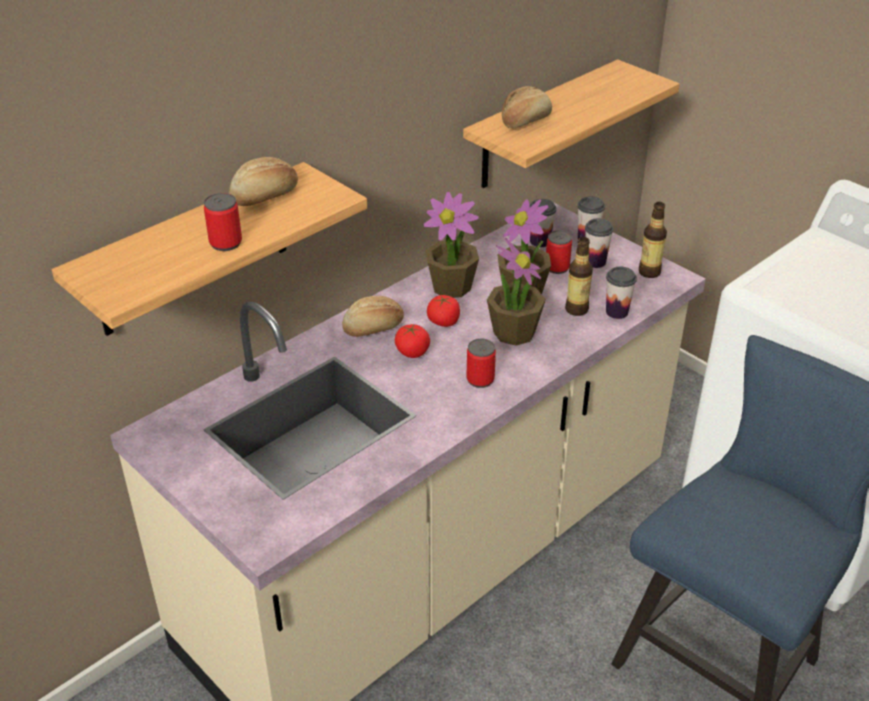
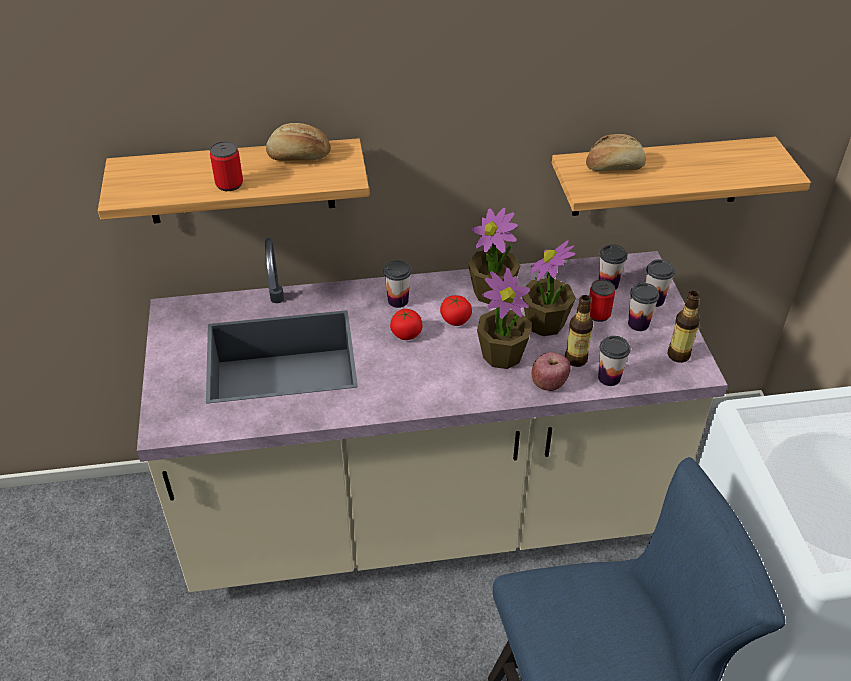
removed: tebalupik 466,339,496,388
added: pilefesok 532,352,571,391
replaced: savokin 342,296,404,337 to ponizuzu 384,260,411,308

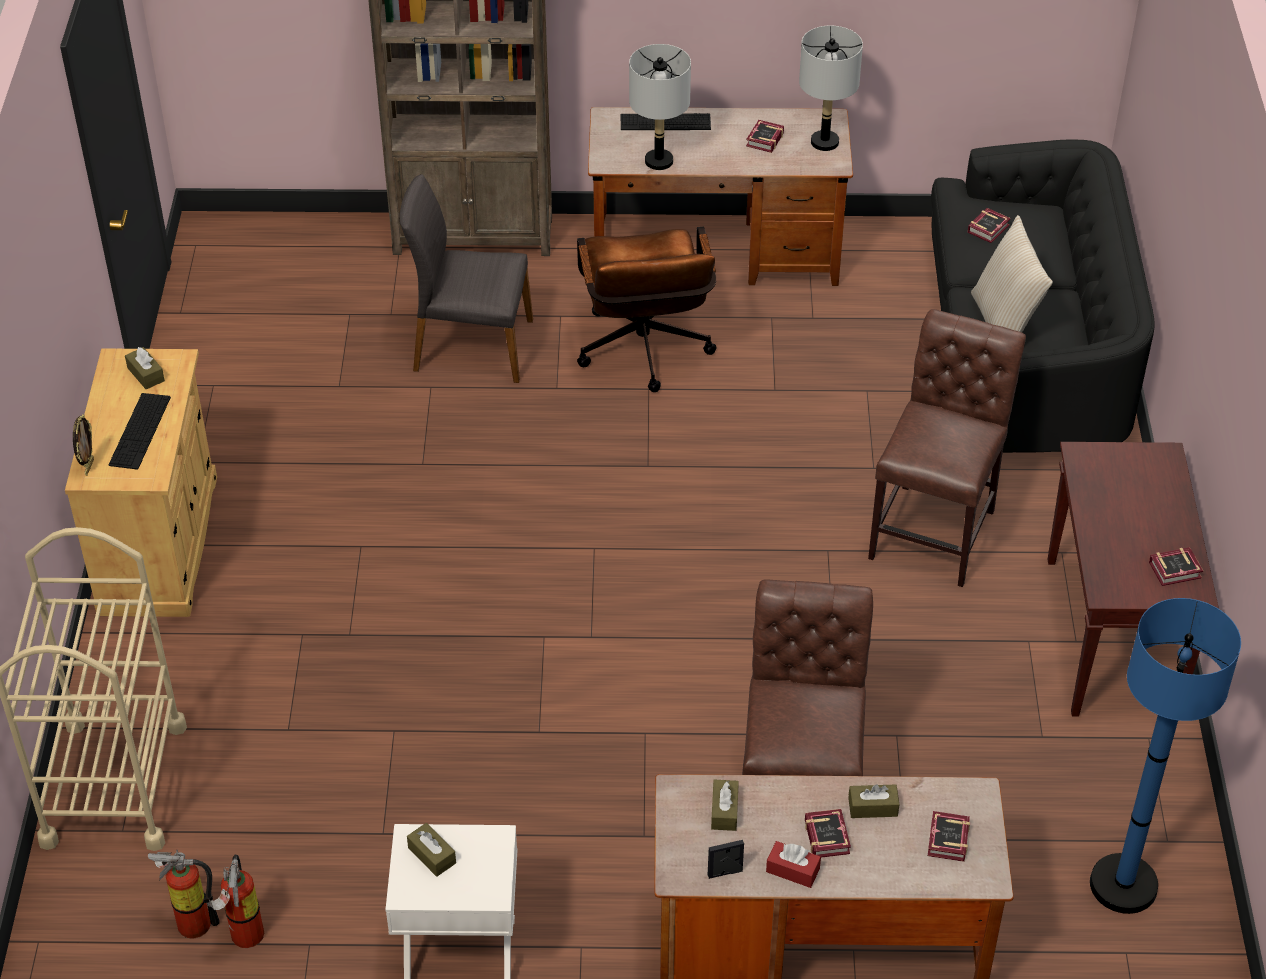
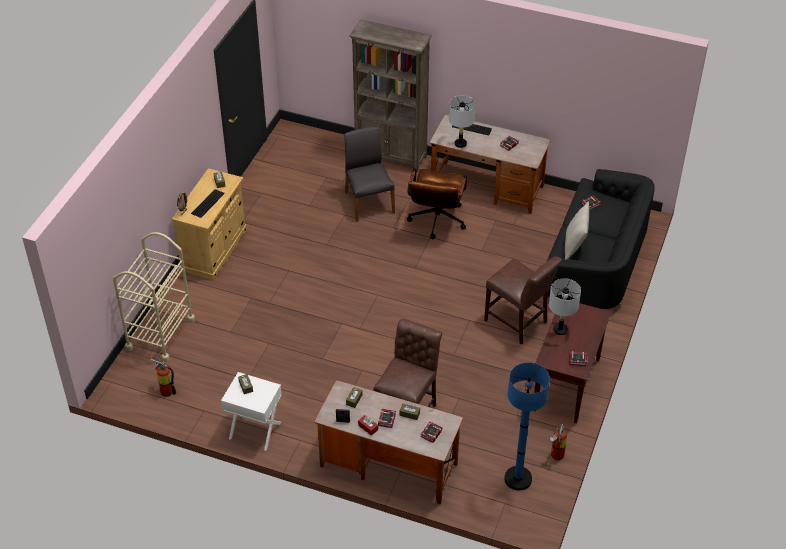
moved: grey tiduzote 799,26,863,151 to 549,278,581,335; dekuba 208,855,264,948 to 549,422,567,460
turned: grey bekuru 400,174,533,383 = 344,127,395,222 45 degrees clockwise; brown bekuru 868,309,1026,587 = 484,256,562,345 90 degrees clockwise

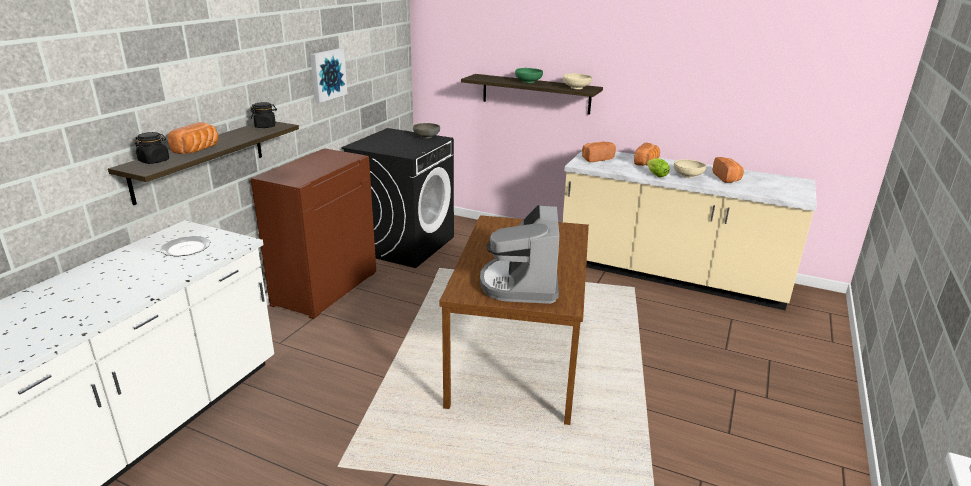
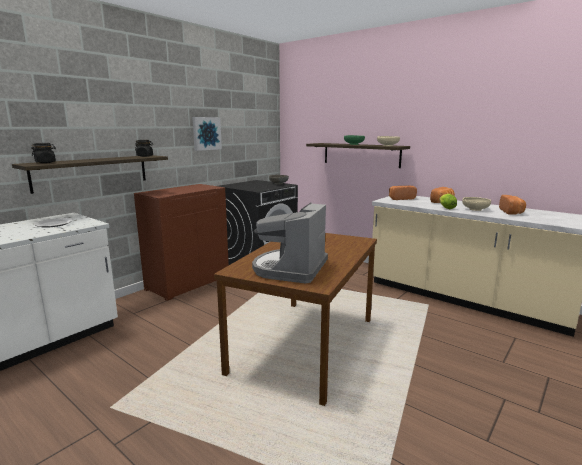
removed: savokin 167,122,218,154

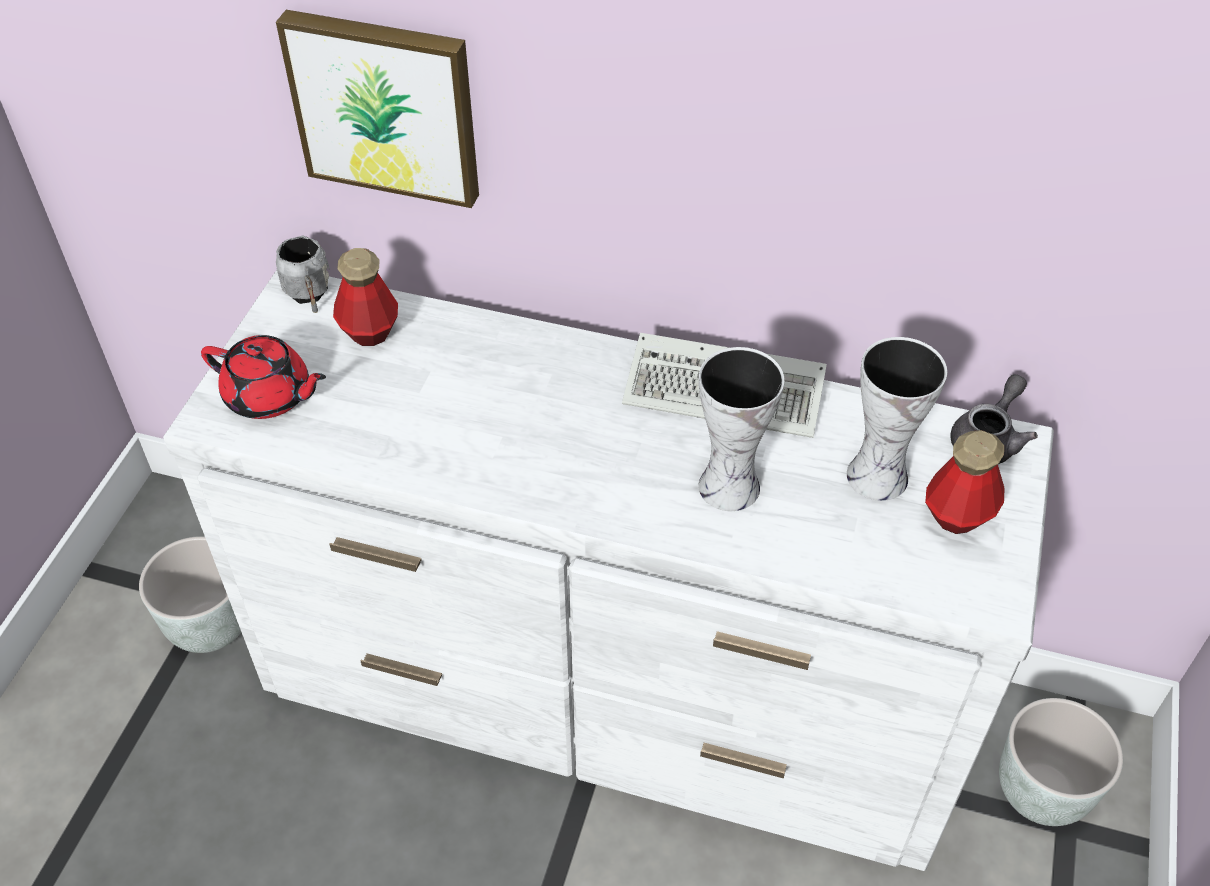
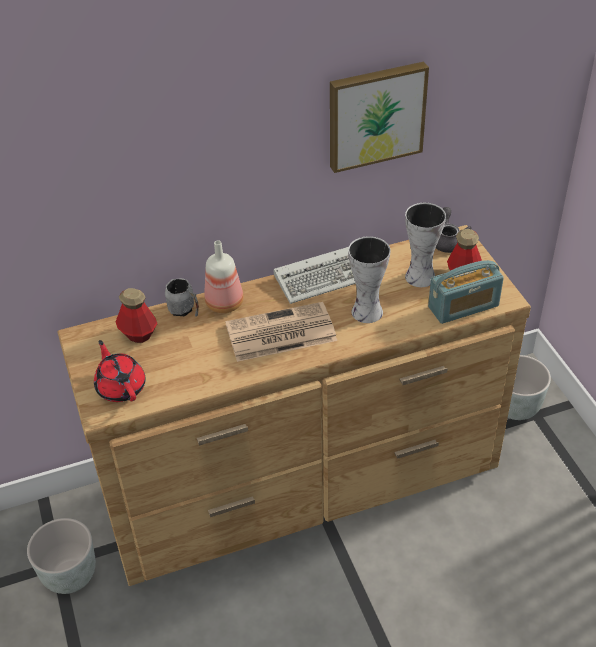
added: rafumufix 204,240,243,313; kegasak 428,260,504,324; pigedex 225,302,337,362
moved: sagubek 276,10,479,208 to 330,62,429,173; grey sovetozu 276,235,329,313 to 165,278,199,316
recoloured: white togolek 163,270,1054,871 to brown togolek 57,225,531,586
turned: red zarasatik 201,335,326,419 = 94,340,146,402 105 degrees counterclockwise

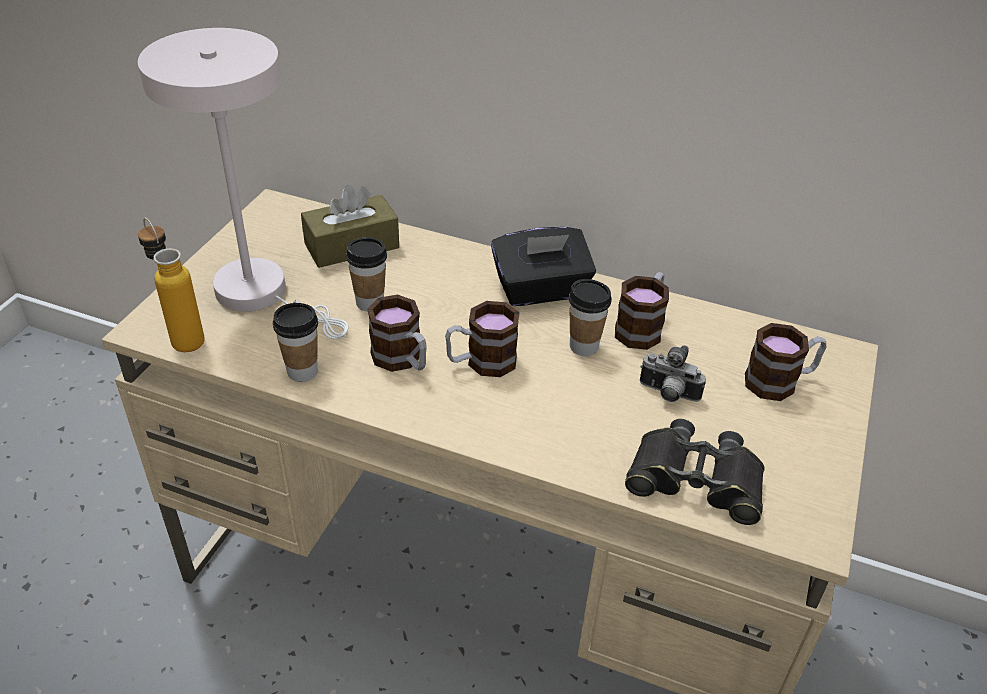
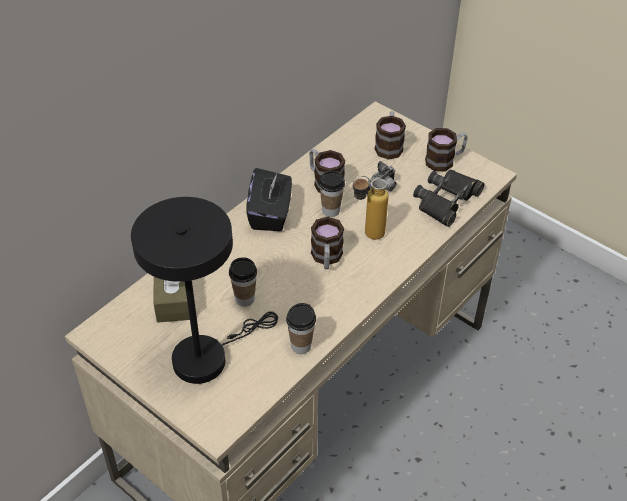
moved: rafumufix 138,218,205,352 to 352,176,388,240; sovetozu 367,294,427,372 to 425,128,468,171
recoloured: white tiduzote 138,28,348,339 to black tiduzote 131,197,278,384

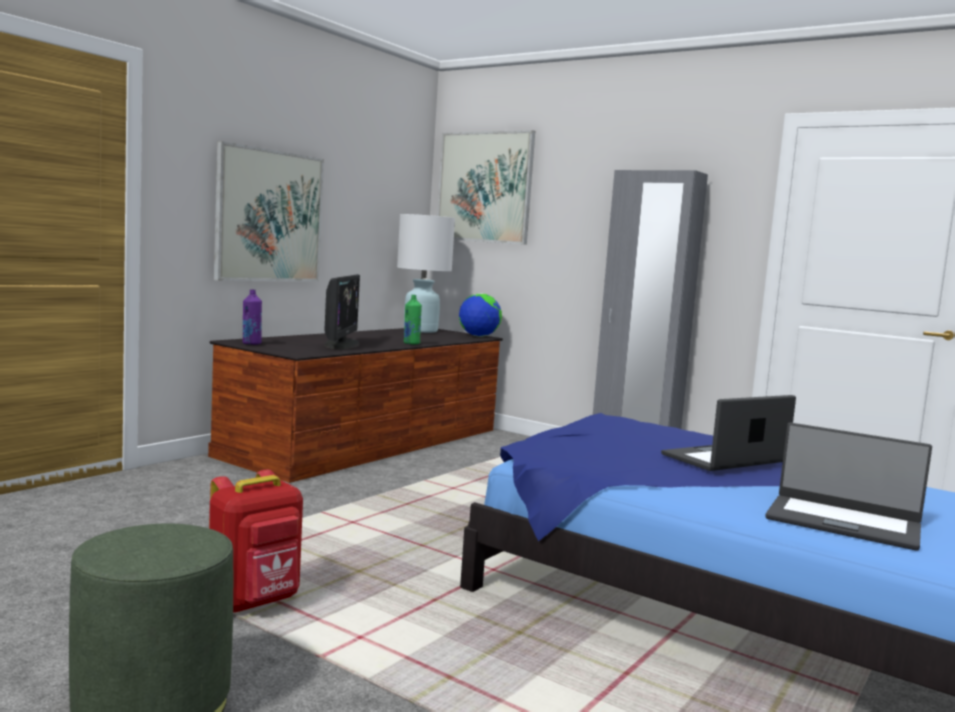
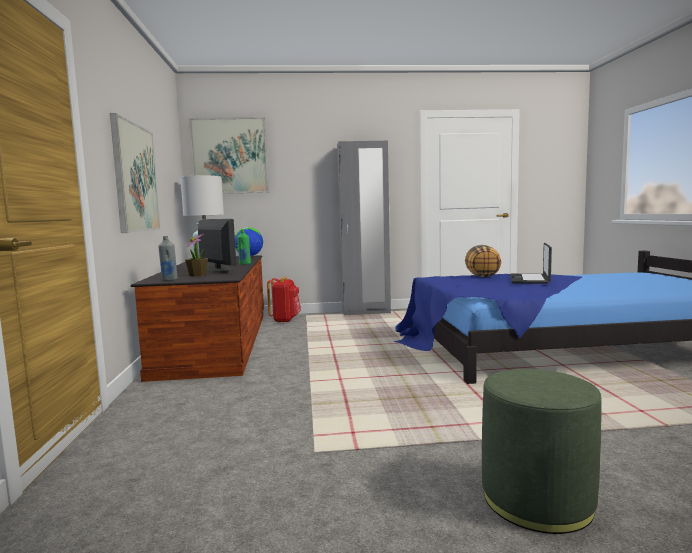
removed: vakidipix 765,422,932,551
added: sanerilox 185,234,208,277; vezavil 465,245,501,277
moved: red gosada 209,470,303,613 to 267,277,301,323
recoloured: purple rafumufix 243,289,262,345 to grey rafumufix 158,236,177,281

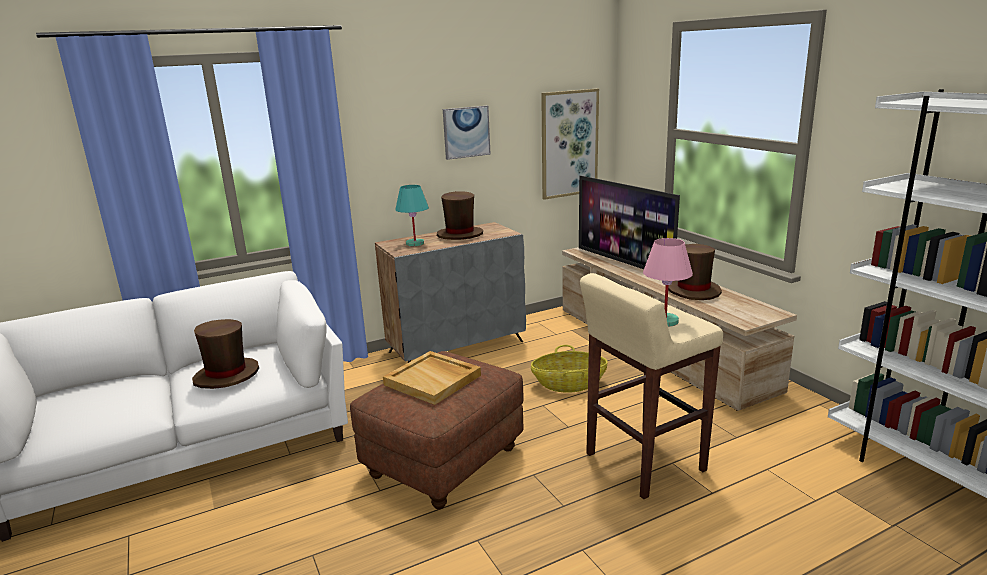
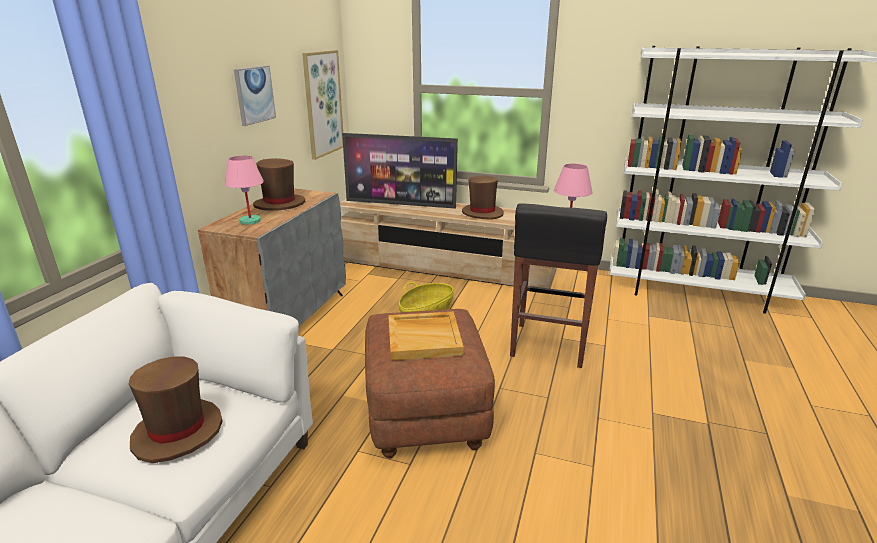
recoloured: turquoise tiduzote 395,185,429,246 to pink tiduzote 224,155,264,225; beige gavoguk 580,273,723,499 to black gavoguk 510,203,607,368

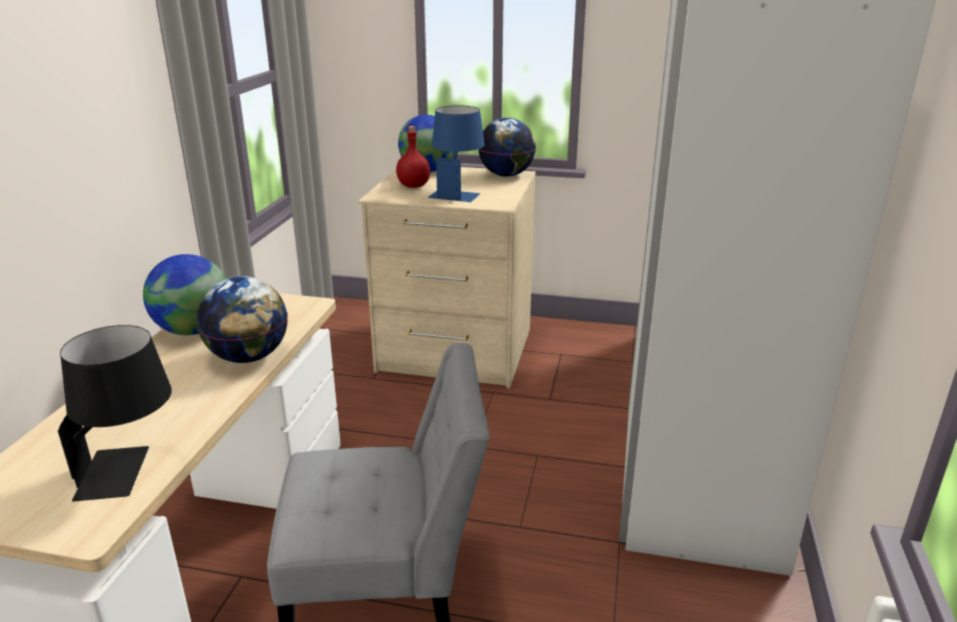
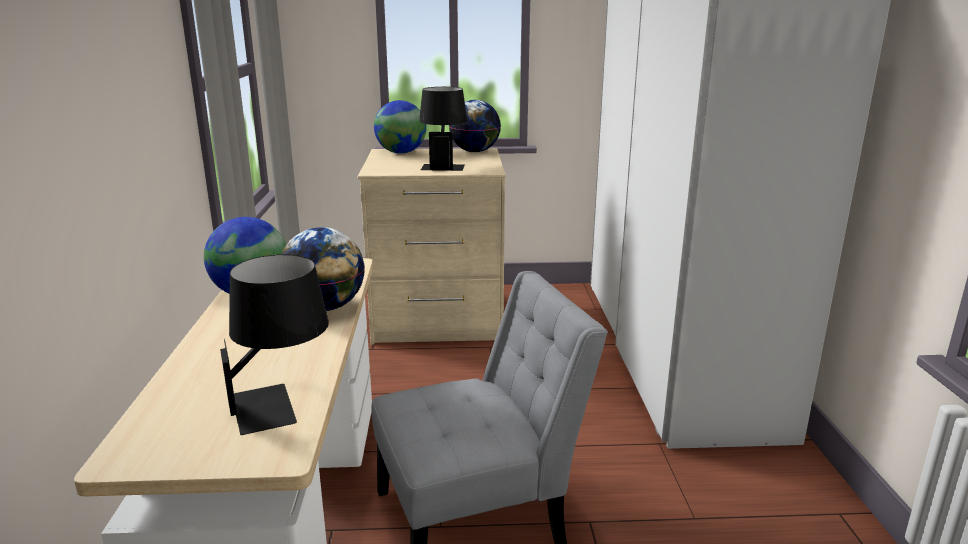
removed: red rafumufix 396,126,430,188
recoloured: blue tiduzote 428,105,485,202 to black tiduzote 419,87,467,171

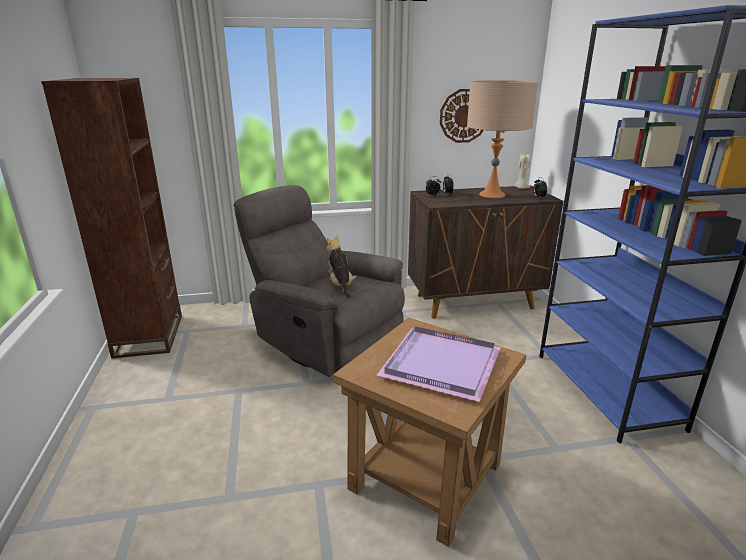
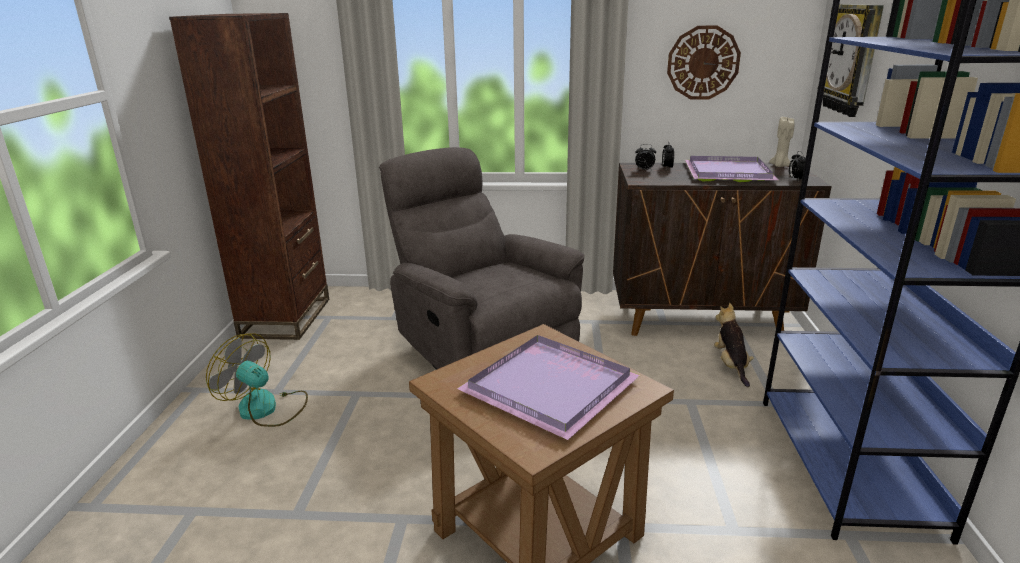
added: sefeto 817,4,884,117; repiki 206,333,308,427
moved: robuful 326,236,356,298 to 714,303,754,387
replaced: beige tiduzote 467,80,538,198 to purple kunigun 685,156,778,182

